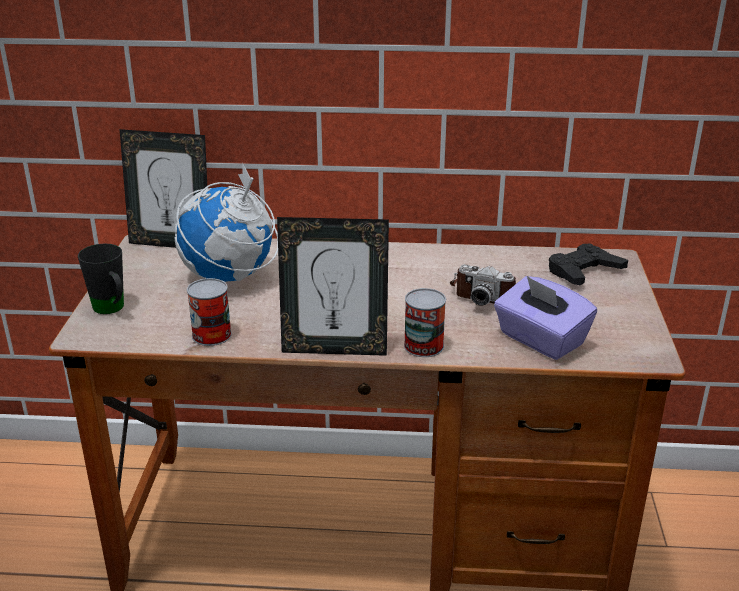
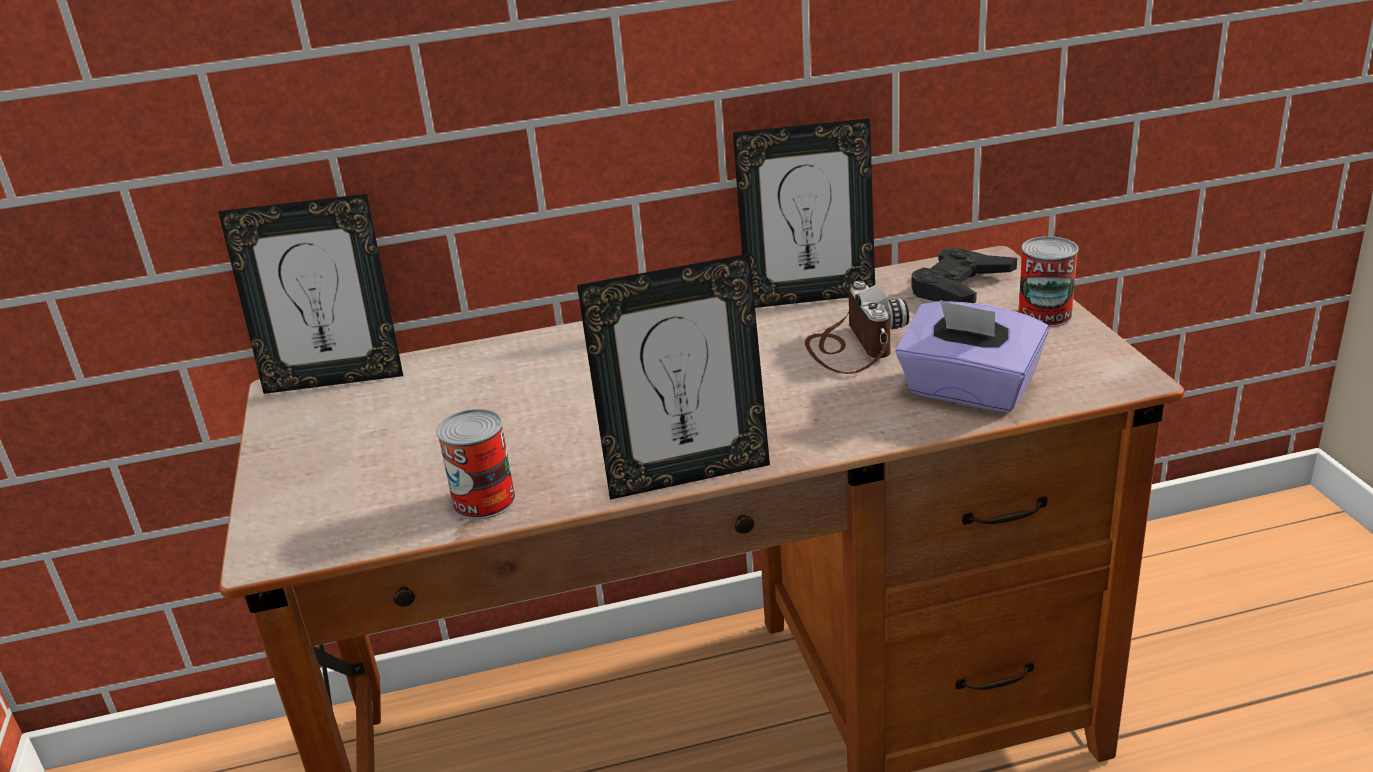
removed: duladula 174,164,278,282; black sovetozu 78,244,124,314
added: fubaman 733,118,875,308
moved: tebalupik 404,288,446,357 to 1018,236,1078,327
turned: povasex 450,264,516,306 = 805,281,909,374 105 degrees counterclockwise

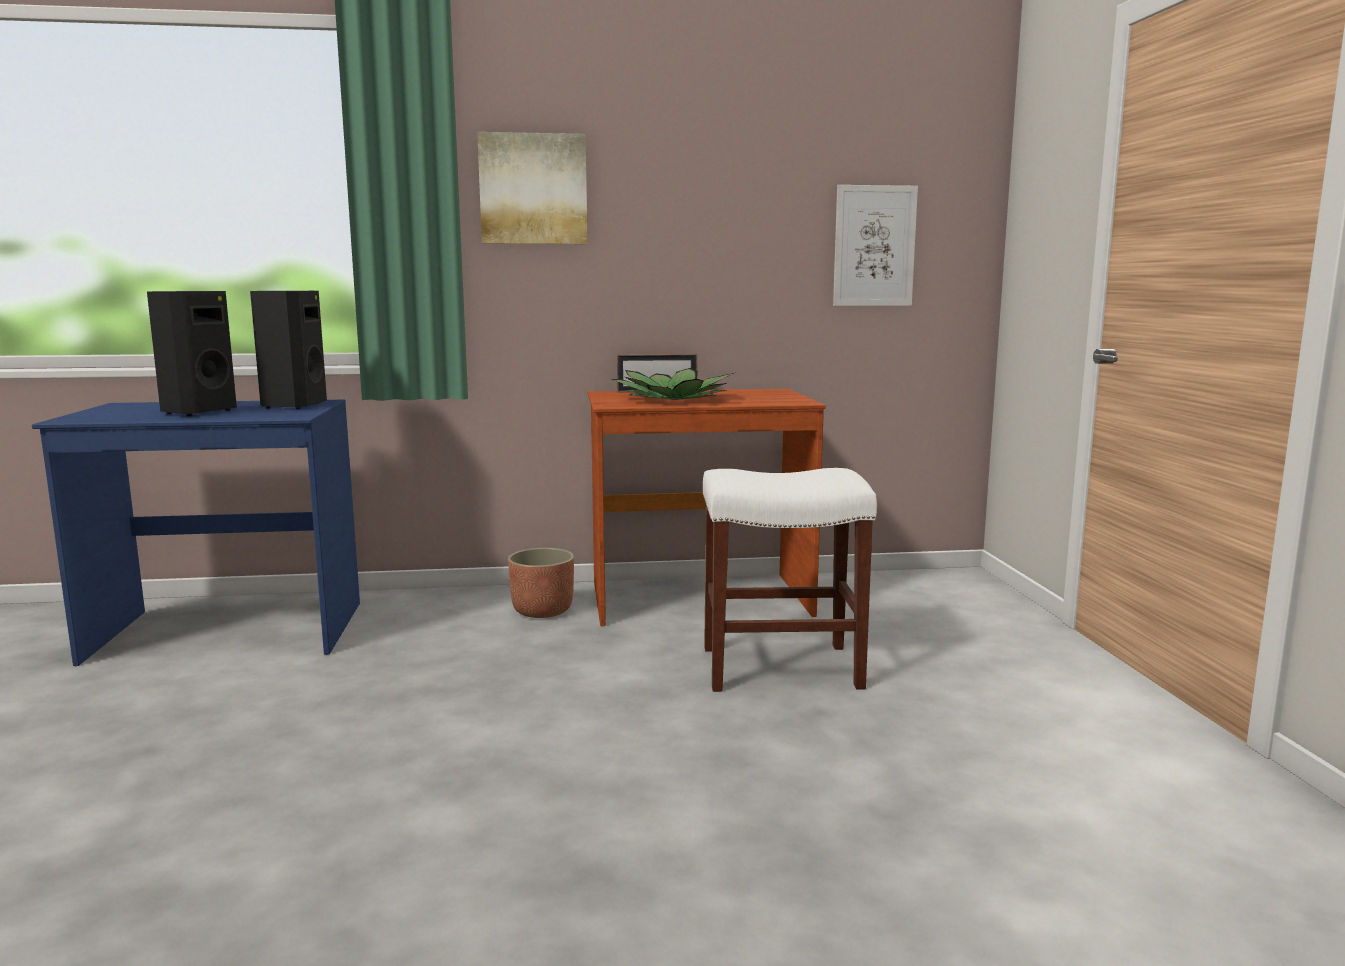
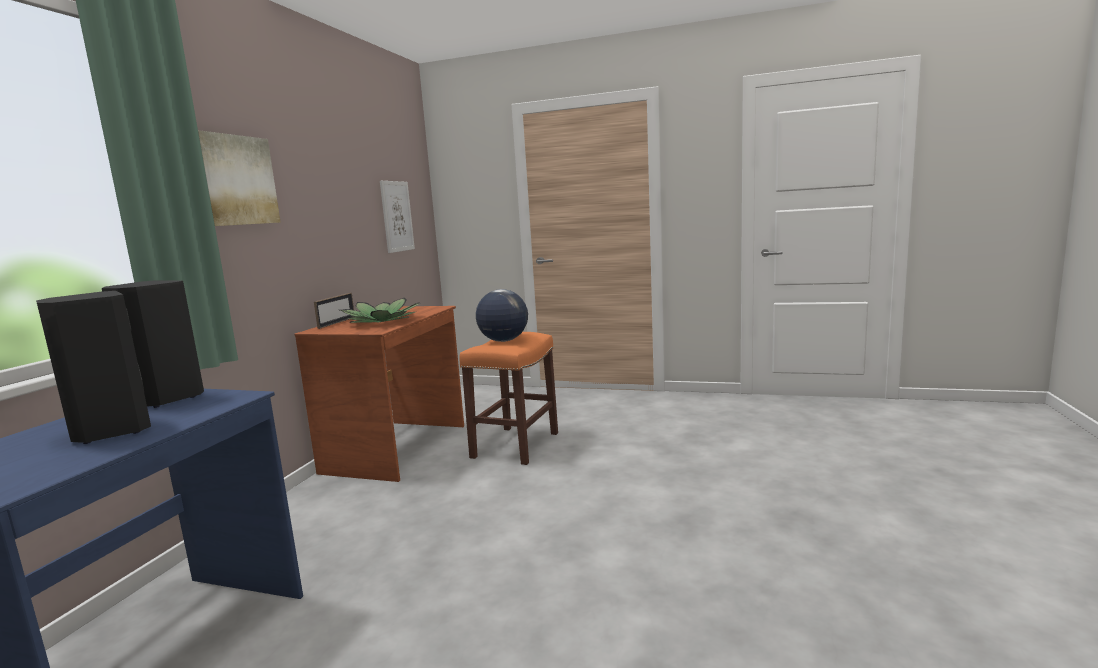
removed: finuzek 508,548,574,618
added: duladula 476,289,528,342
recoloured: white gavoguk 703,468,877,692 to orange gavoguk 459,332,558,465

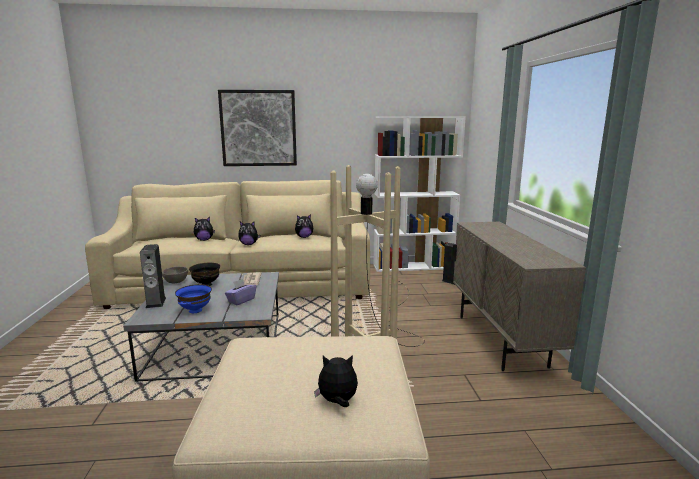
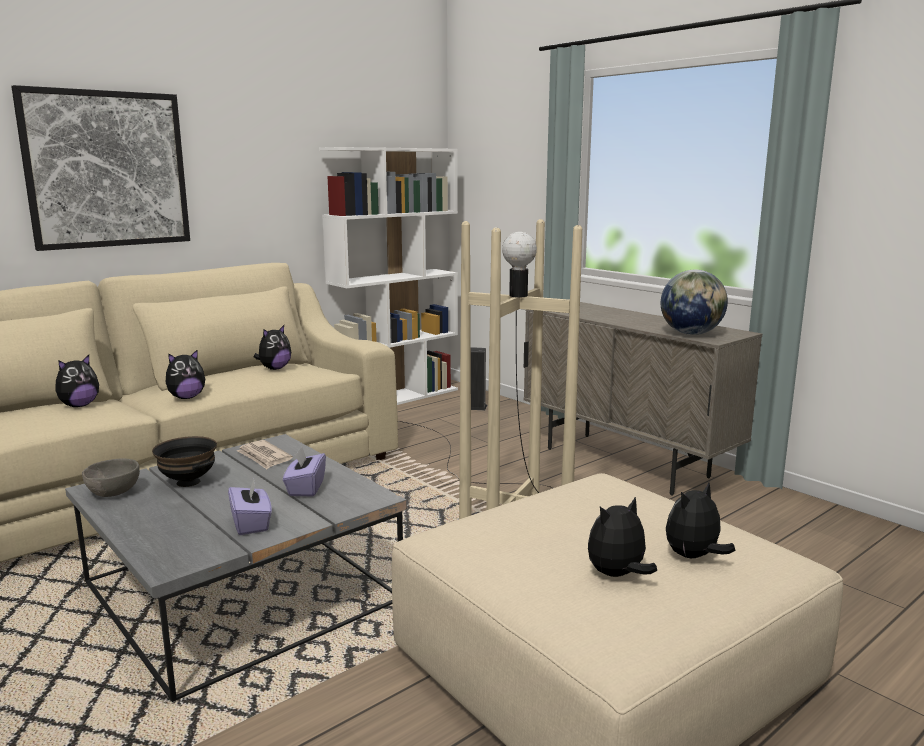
removed: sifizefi 140,244,166,308
added: duladula 661,270,728,335; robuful 588,496,657,577
replaced: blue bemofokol 175,284,212,313 to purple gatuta 228,479,272,535

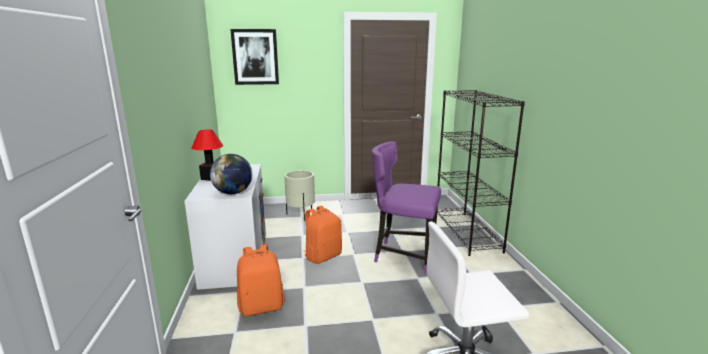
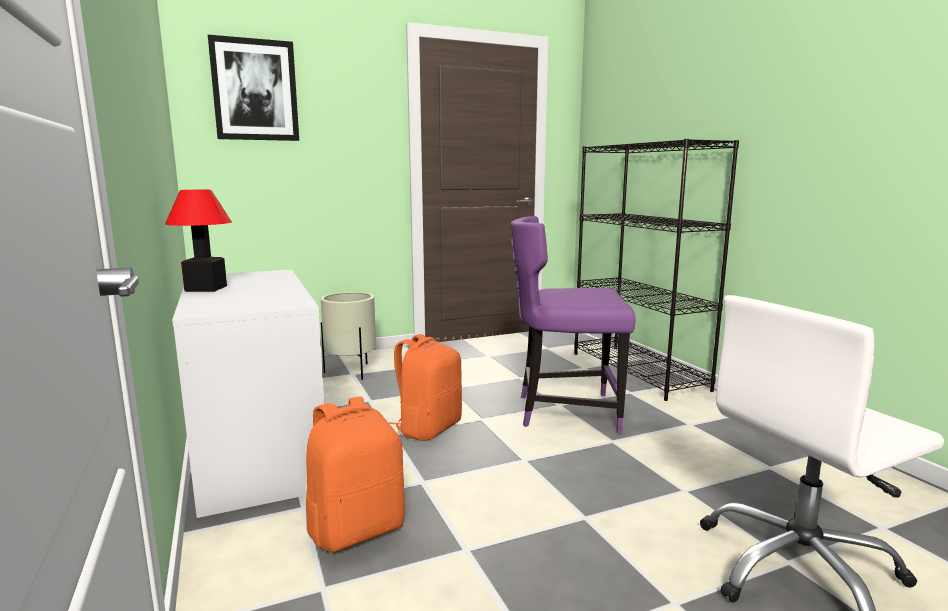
removed: duladula 210,154,252,194

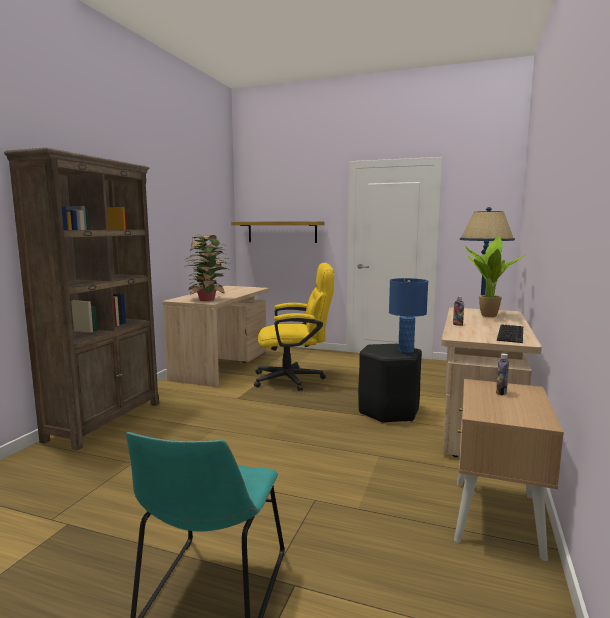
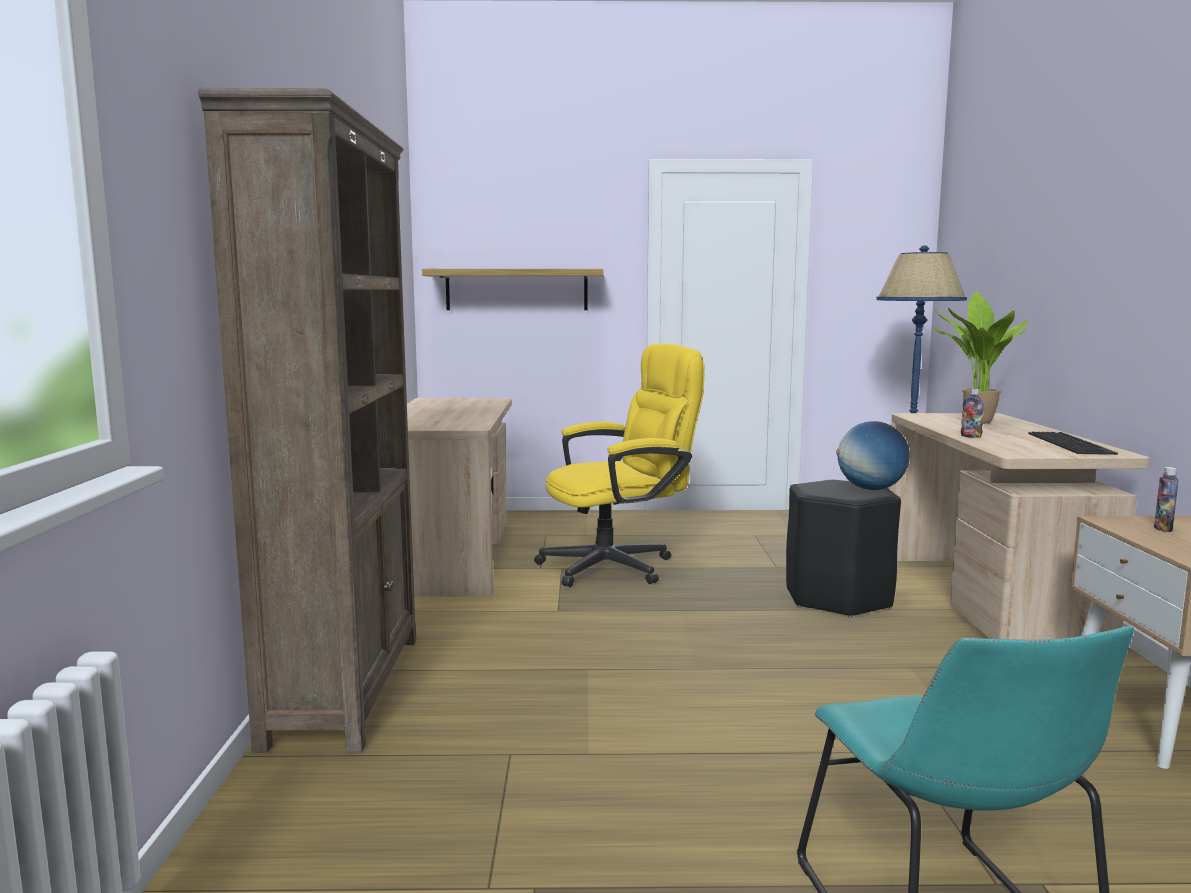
removed: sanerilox 184,234,228,301
replaced: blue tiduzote 389,278,428,353 to duladula 836,421,910,490

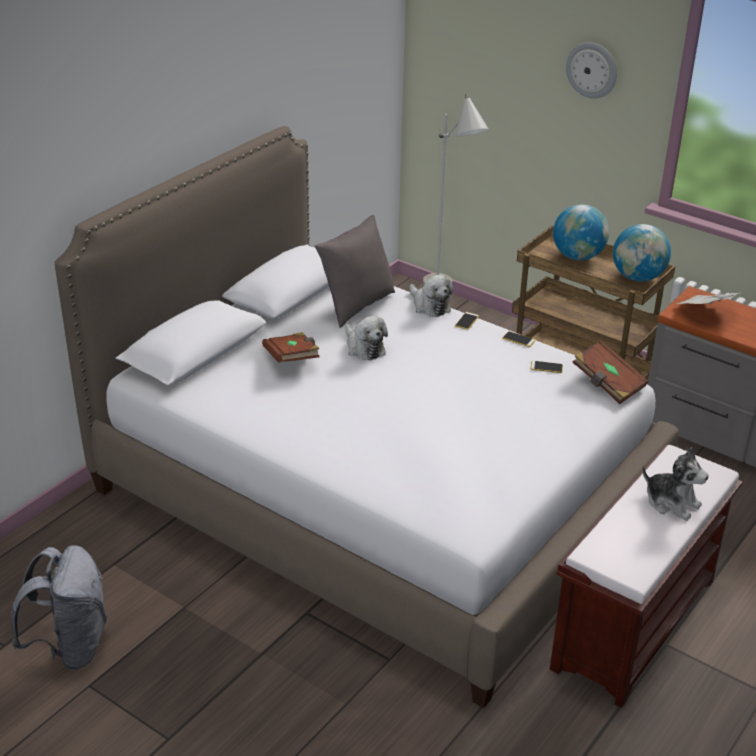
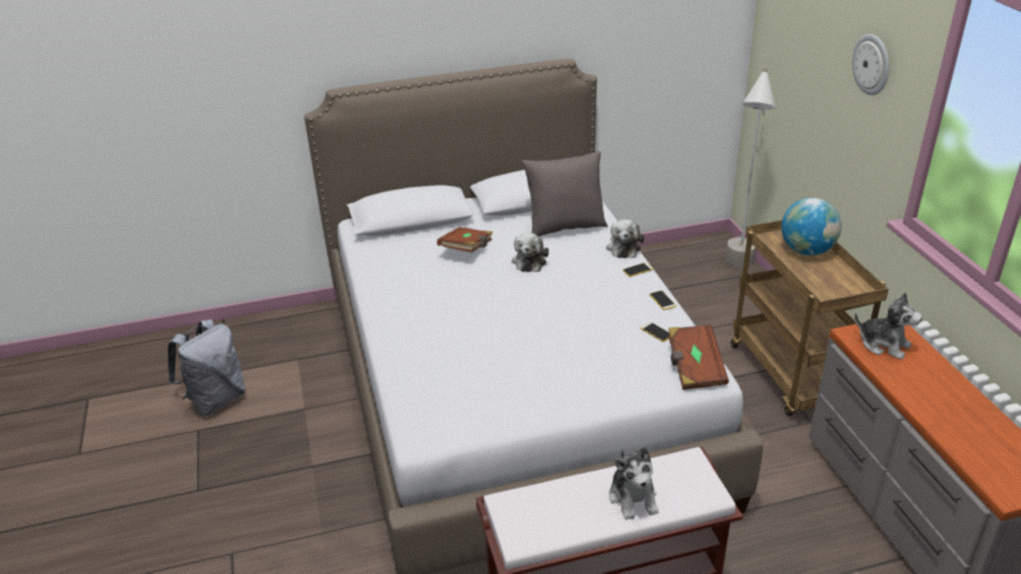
removed: duladula 613,224,671,281
replaced: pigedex 676,293,739,304 to robuful 855,292,922,360

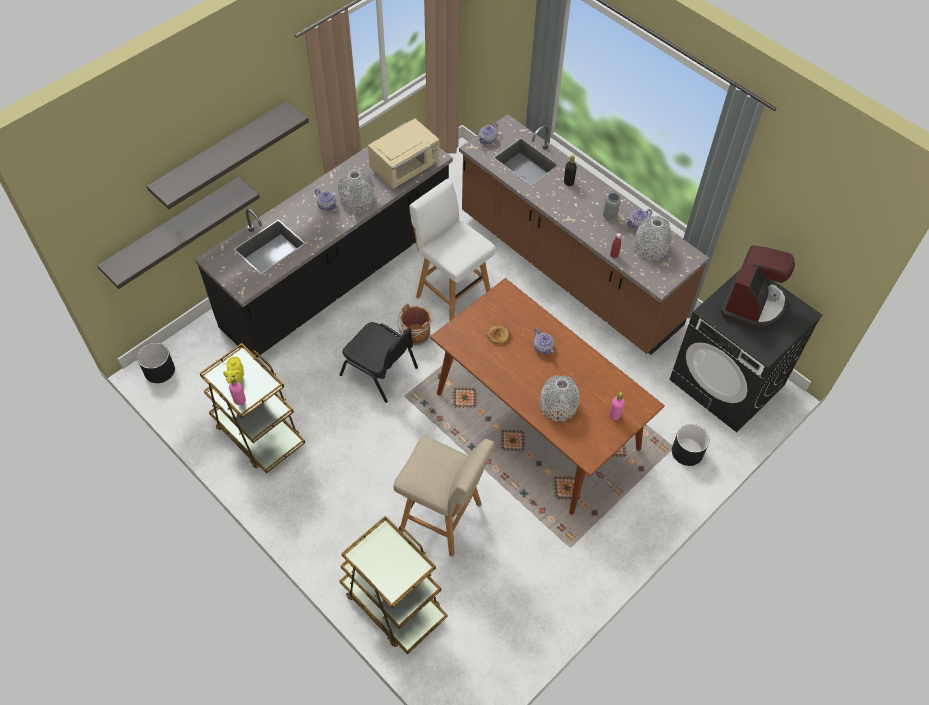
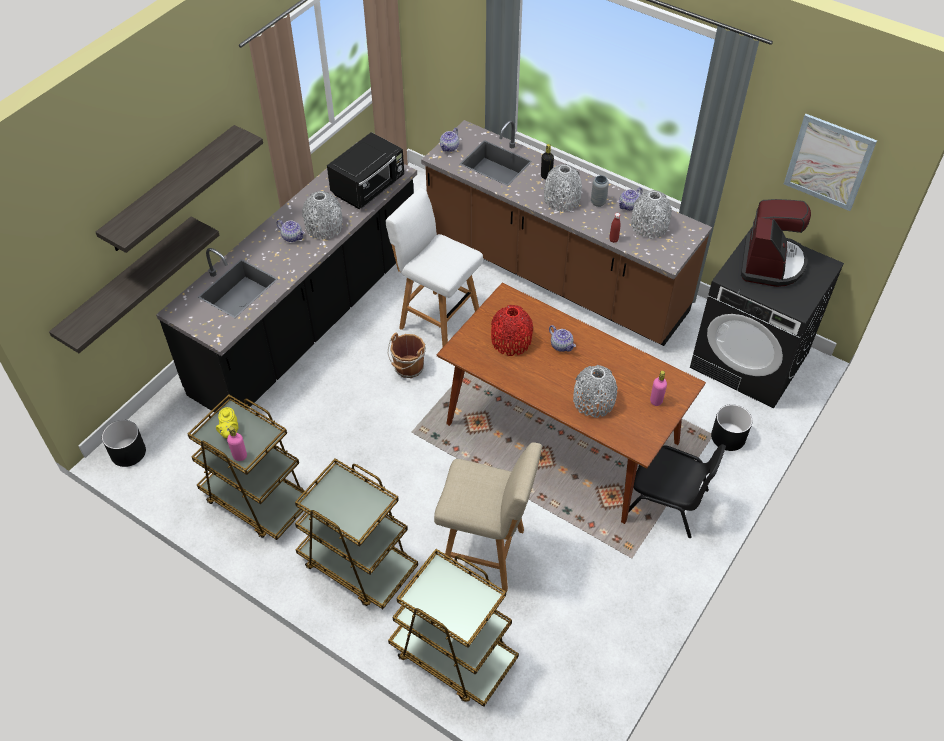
added: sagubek 784,114,877,211; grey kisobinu 544,164,582,212; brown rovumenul 295,459,418,609
moved: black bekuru 340,322,418,403 to 628,444,726,538
replaced: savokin 487,325,511,344 to red kisobinu 491,305,533,356
recoloured: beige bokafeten 368,118,439,189 to black bokafeten 327,132,404,209

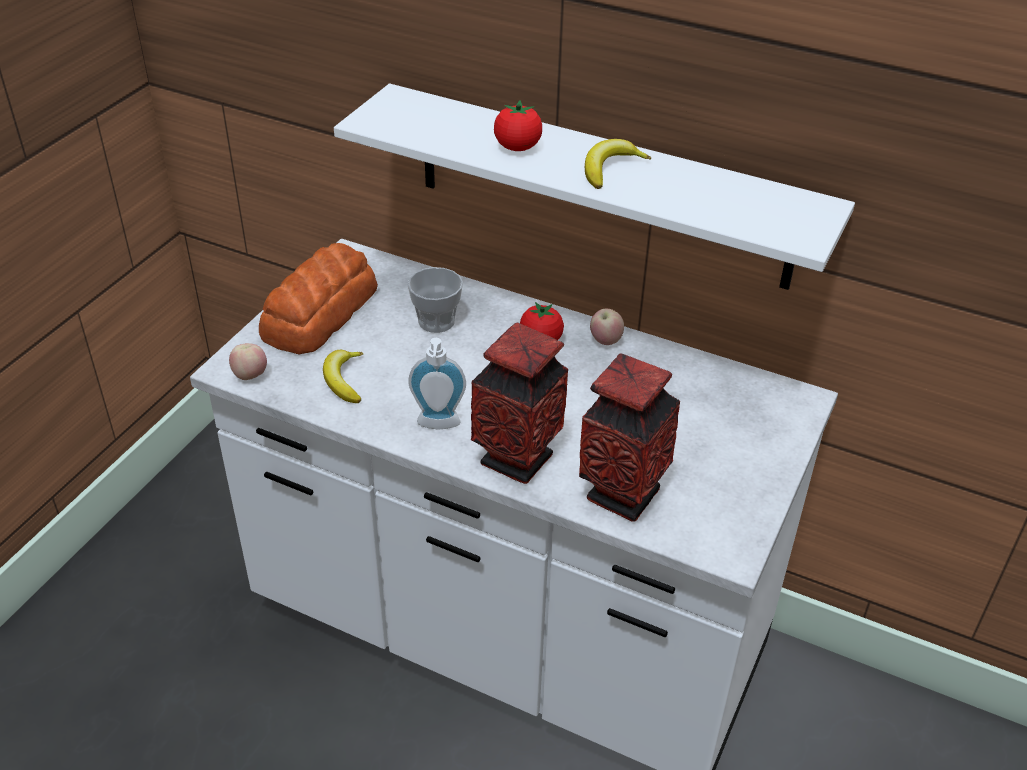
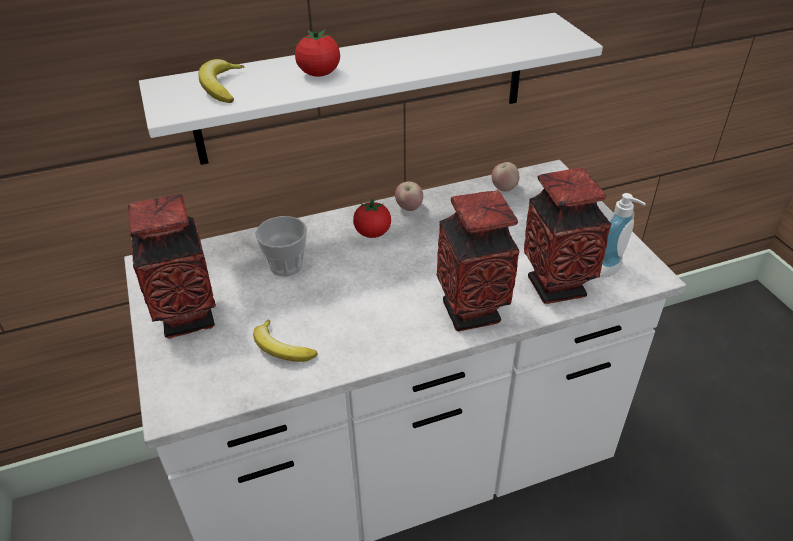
moved: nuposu 585,139,651,189 to 199,59,244,103; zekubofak 408,338,466,430 to 600,193,646,277; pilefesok 229,343,267,380 to 492,162,519,192
replaced: savokin 259,243,378,354 to kisobinu 128,194,216,339

